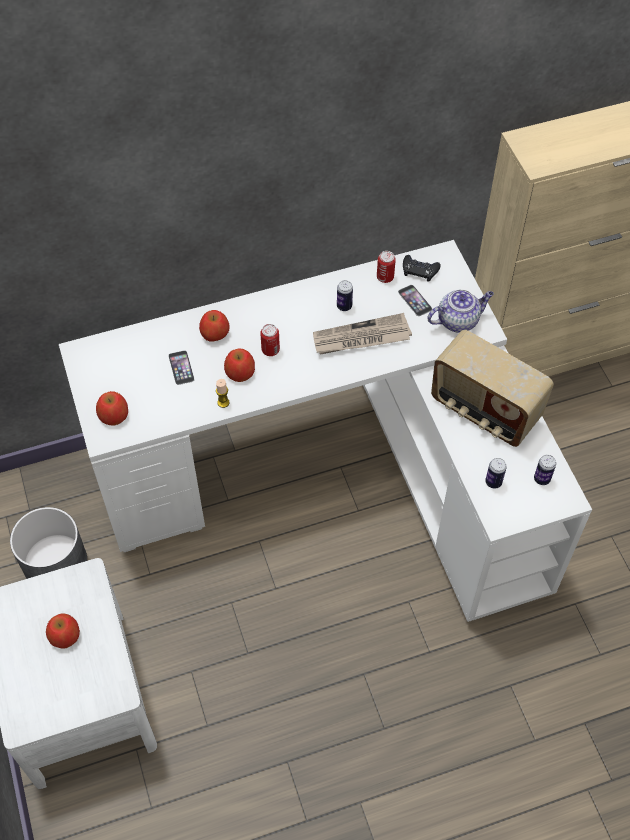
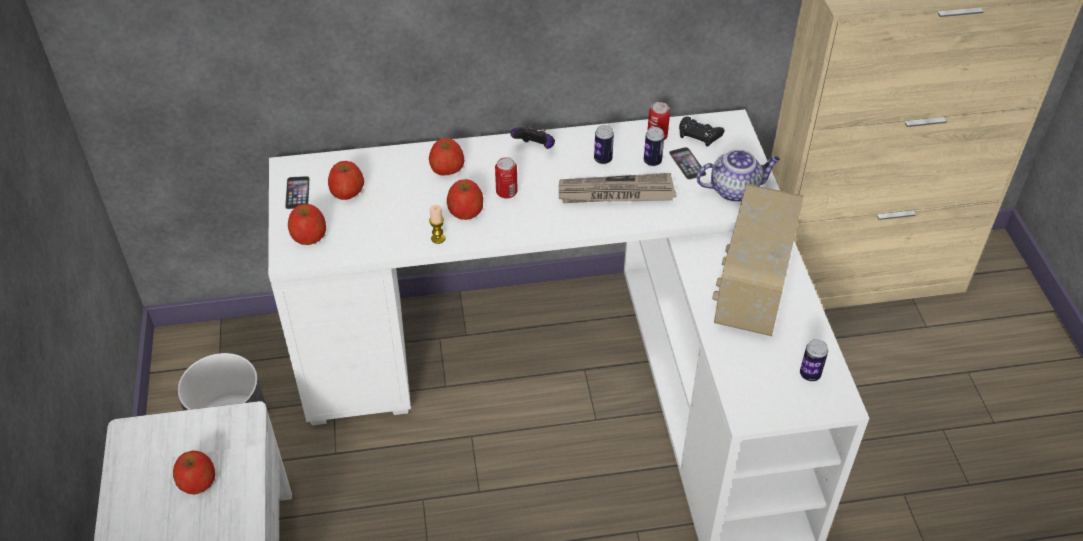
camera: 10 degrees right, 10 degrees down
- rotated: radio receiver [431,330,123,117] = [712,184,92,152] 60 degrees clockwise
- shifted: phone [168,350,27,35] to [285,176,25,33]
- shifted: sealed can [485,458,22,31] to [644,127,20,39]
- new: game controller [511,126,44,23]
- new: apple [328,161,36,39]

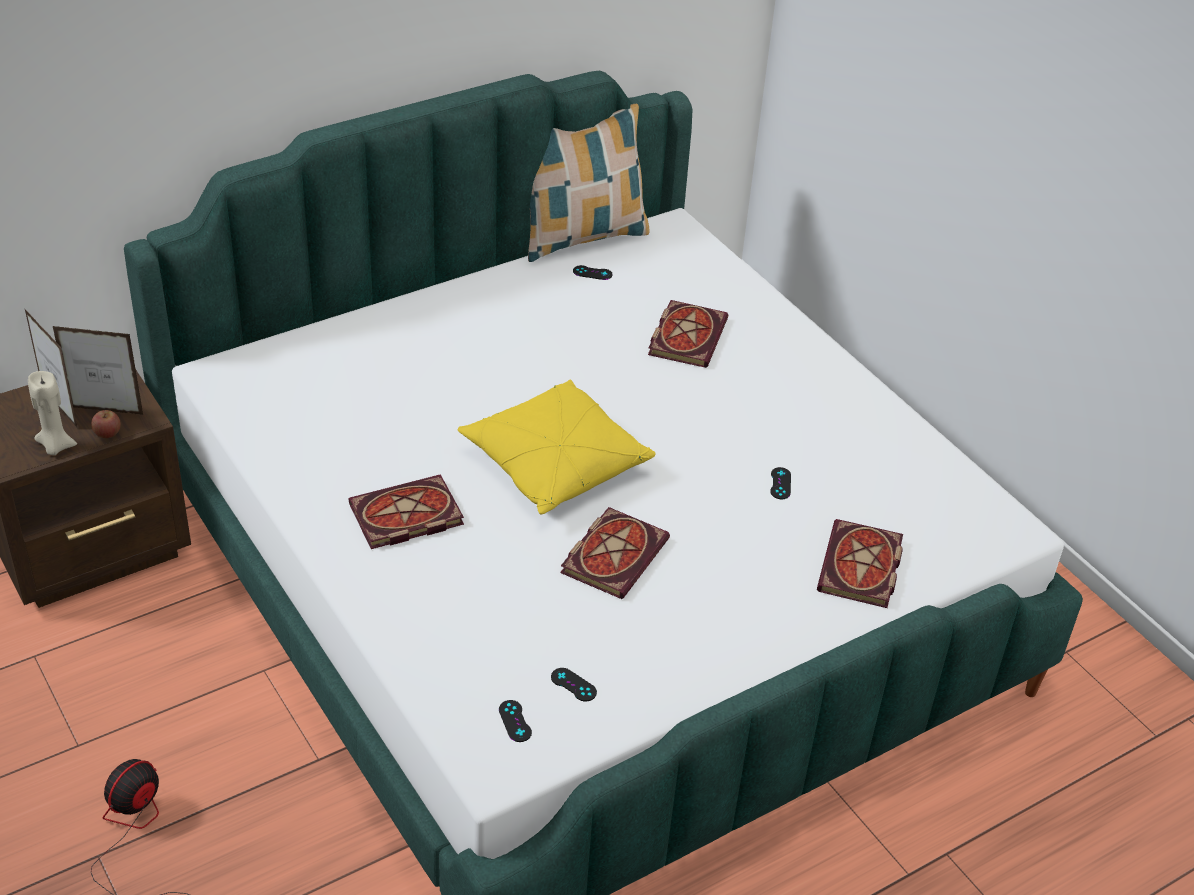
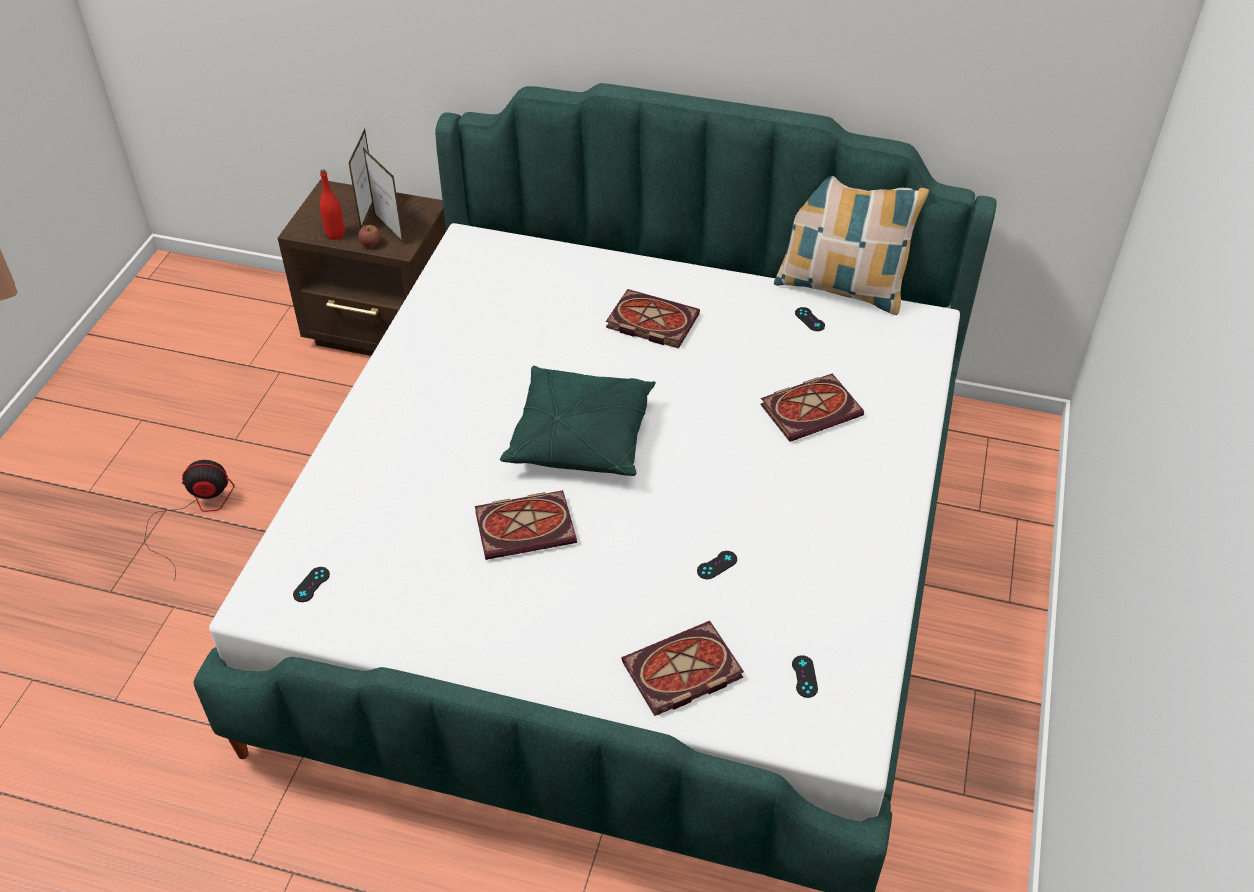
camera: 50 degrees right, 5 degrees up
- swapped: beige candle [28,371,49,84] to red-coloured drink bottle [320,169,25,71]
- repainted: yellow throw pillow [458,379,198,136] to greenish throw pillow [500,365,156,111]
- shifted: volume [349,474,115,75] to [606,289,94,59]
- shifted: black-coloured game controller [551,668,46,33] to [792,655,26,43]

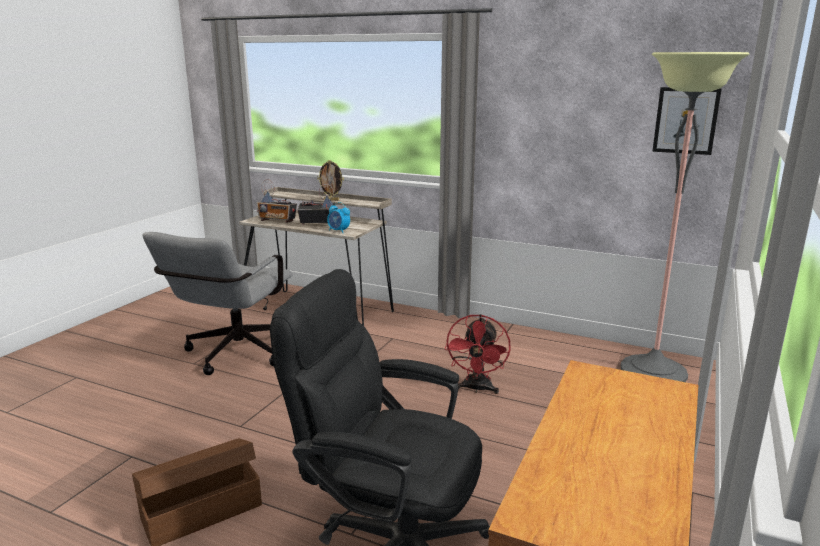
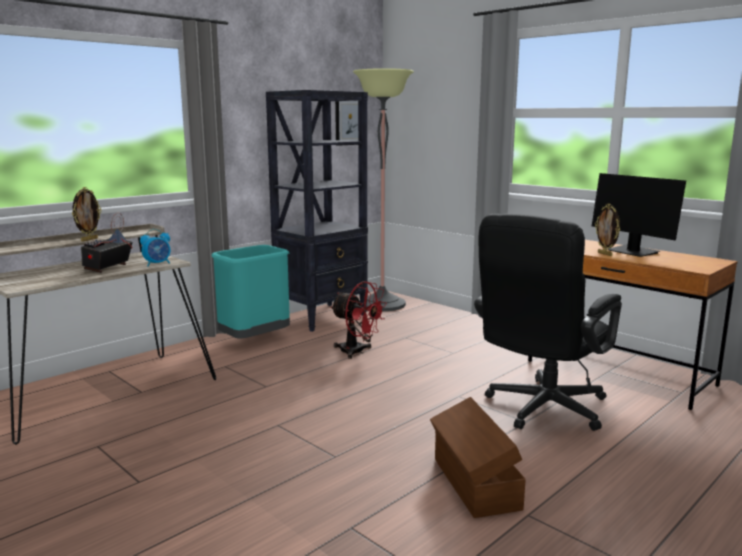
camera: 70 degrees left, 5 degrees down
- gone: radio receiver [256,179,41,44]
- gone: greyish desk chair [142,232,151,143]
- new: black-coloured shelving unit [266,90,102,242]
- new: computer screen [592,173,94,84]
- new: photo frame [595,204,25,52]
- new: blue-green rubbish bin [211,245,79,94]

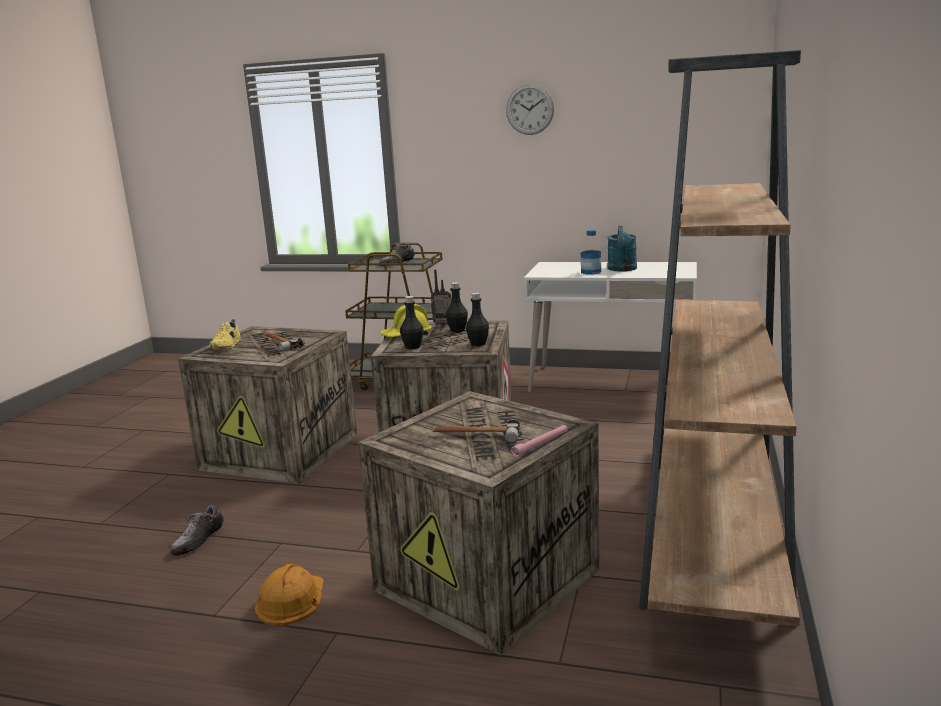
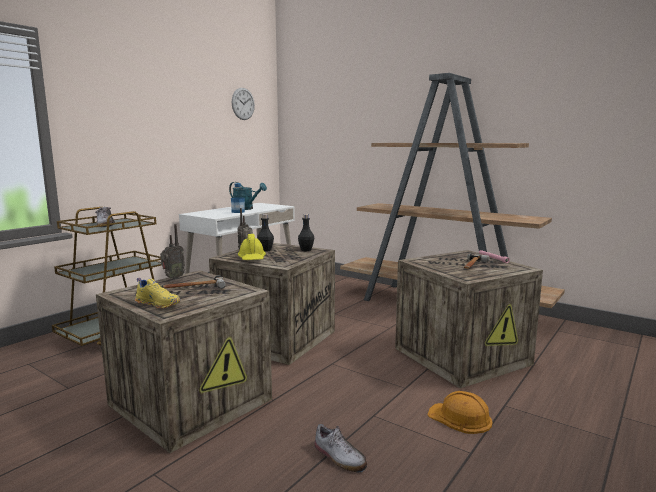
camera: 70 degrees left, 5 degrees down
- shifted: hanging clock [506,84,48,51] to [232,88,23,32]
- gone: black-coloured drink bottle [400,296,24,53]
- new: radio receiver [160,224,25,56]

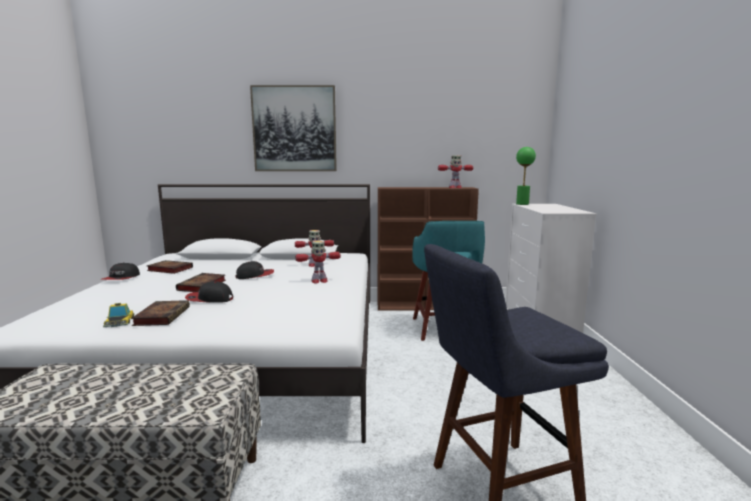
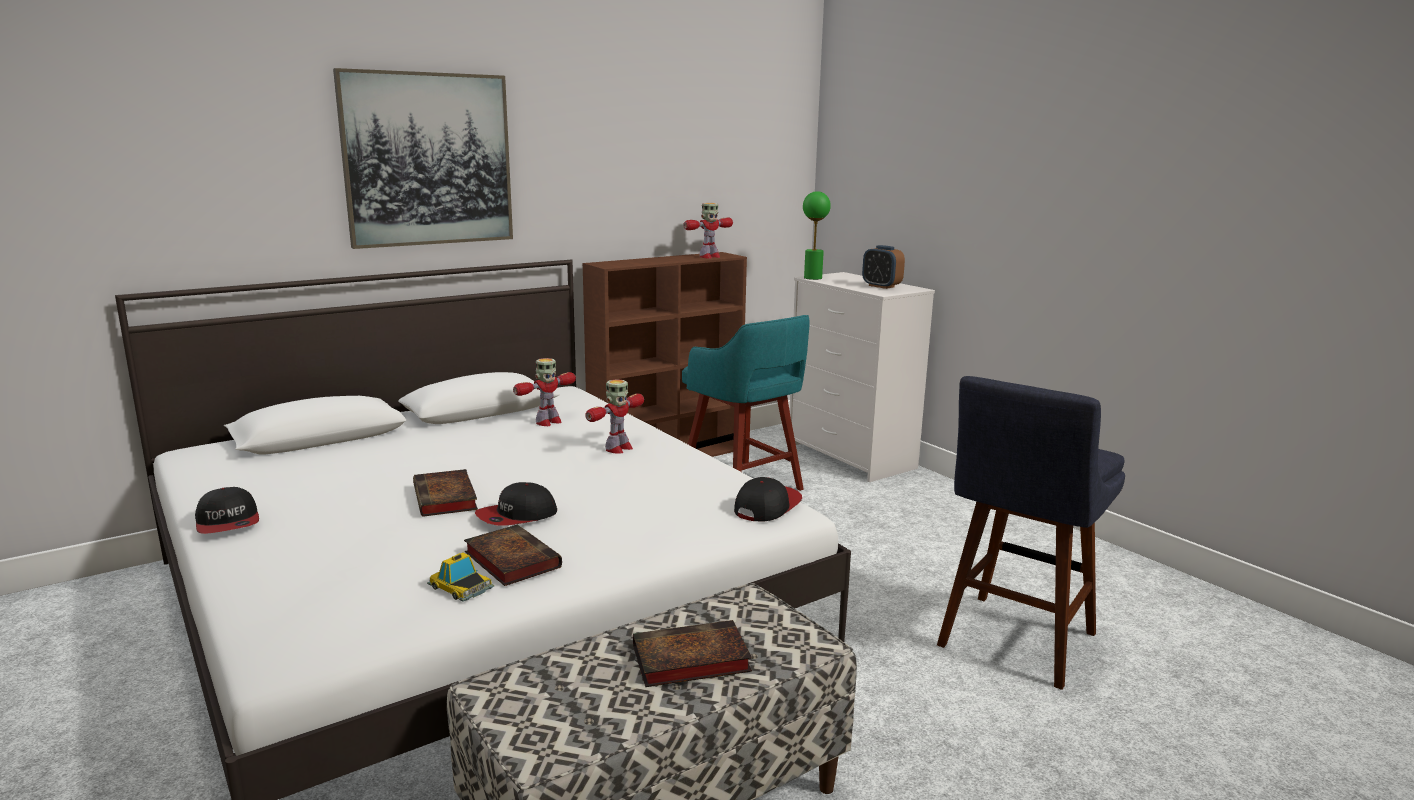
camera: 35 degrees left, 5 degrees up
- shifted: volume [147,260,46,14] to [633,620,119,67]
- shifted: baseball cap [236,261,38,18] to [734,477,68,45]
- new: bedside clock [862,245,43,44]

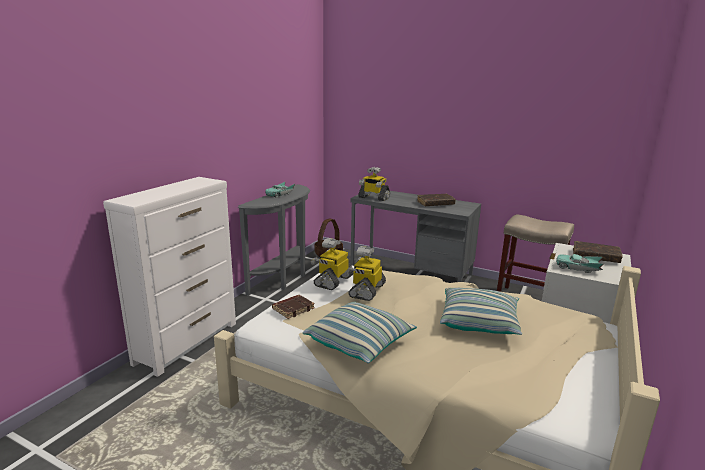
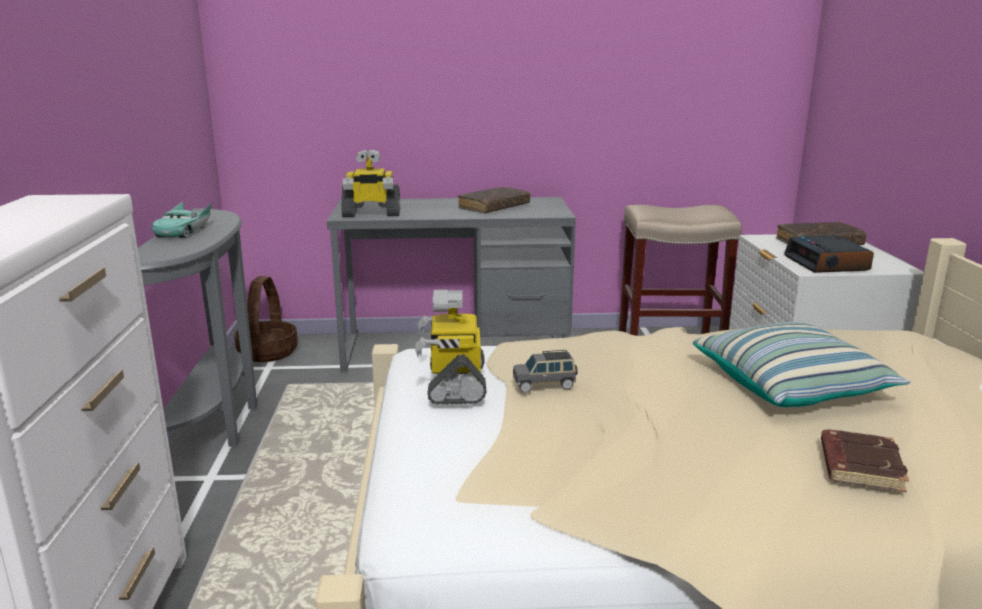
camera: 30 degrees left, 0 degrees up
- swapped: model robot [345,246,41,55] to greyish model car [513,350,65,43]
- swapped: blue-green model car [556,254,49,19] to bedside clock [784,235,90,38]
- shifted: brown volume [272,295,43,24] to [821,430,88,62]
- gone: throw pillow [303,301,114,62]

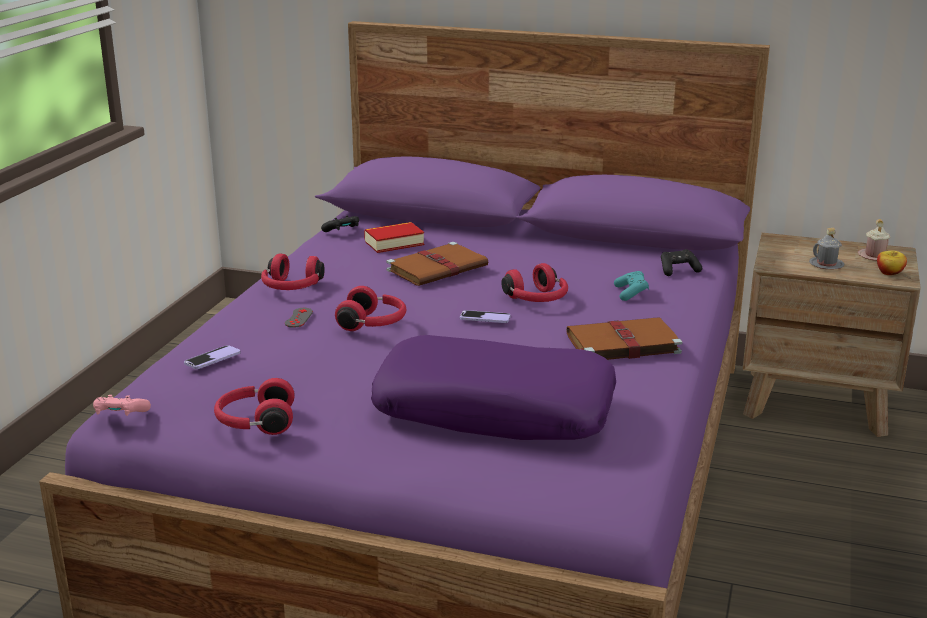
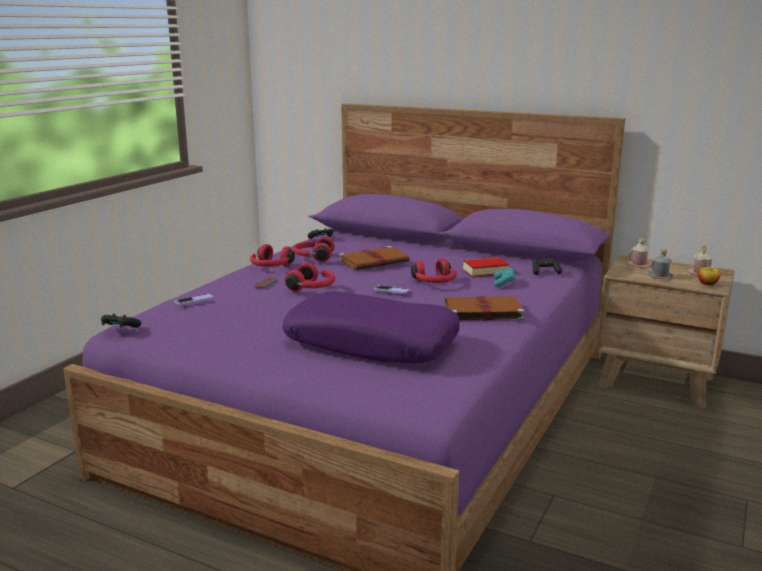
camera: 10 degrees right, 5 degrees down
- shifted: volume [364,222,60,31] to [463,257,46,21]
- shifted: red-coloured headphones [214,378,81,57] to [293,237,42,25]
- repainted: pink game controller [93,395,58,21] to black-coloured game controller [101,314,40,14]
- new: pink mug [627,238,25,29]

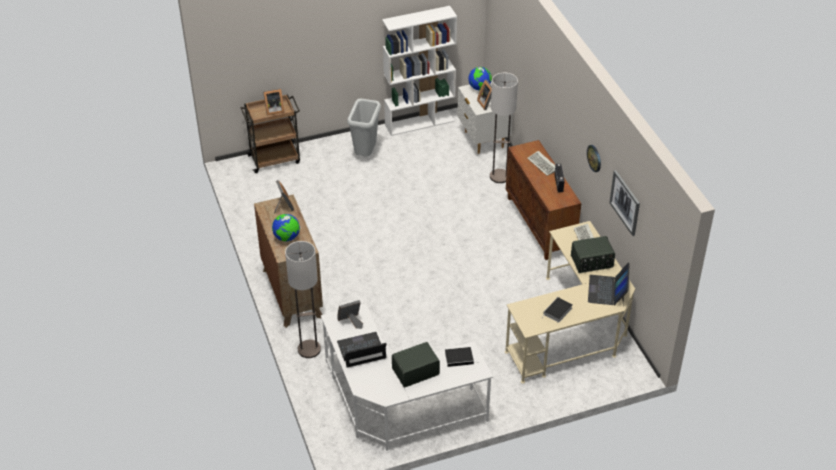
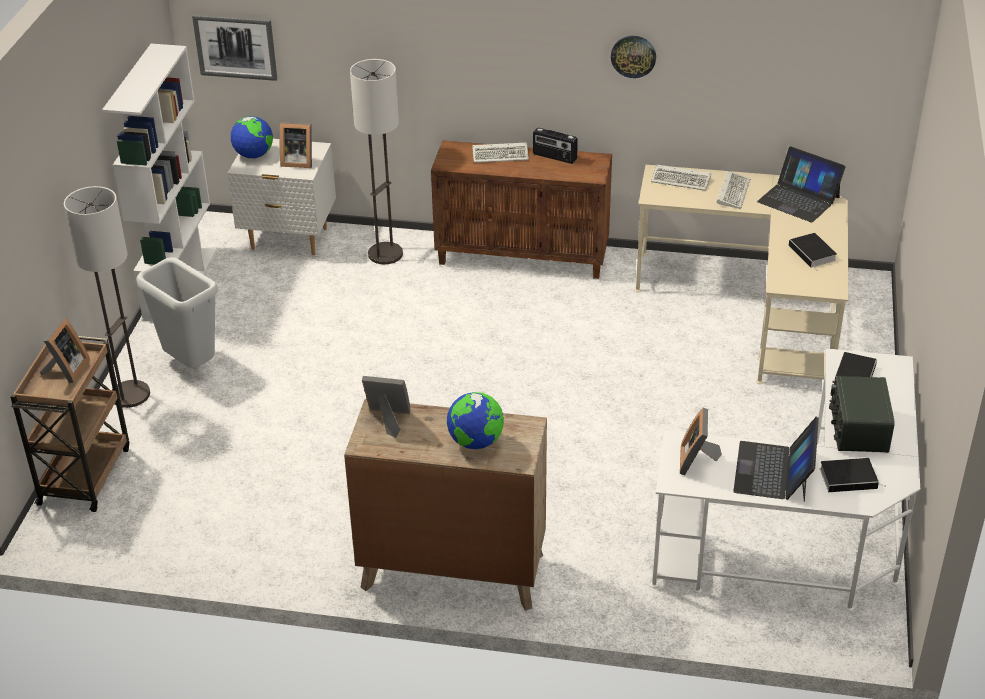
camera: 60 degrees left, 5 degrees down
- shifted: wall art [609,170,31,66] to [192,14,85,67]
- swapped: radio receiver [571,236,44,37] to computer keyboard [717,170,33,39]
- shifted: standing lamp [285,241,36,117] to [64,186,86,222]
- new: volume [820,458,66,34]

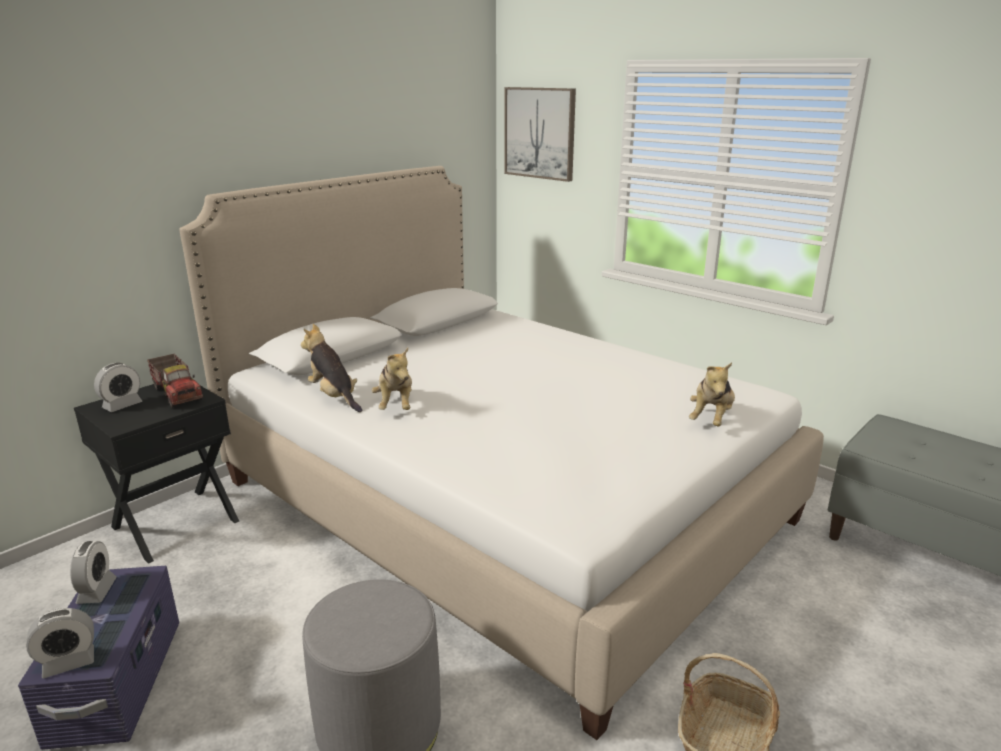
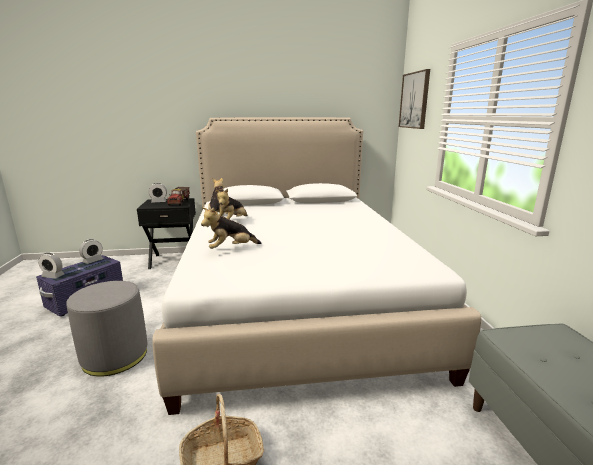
camera: 40 degrees right, 5 degrees down
- shifted: plush toy [689,362,46,64] to [201,207,60,42]

